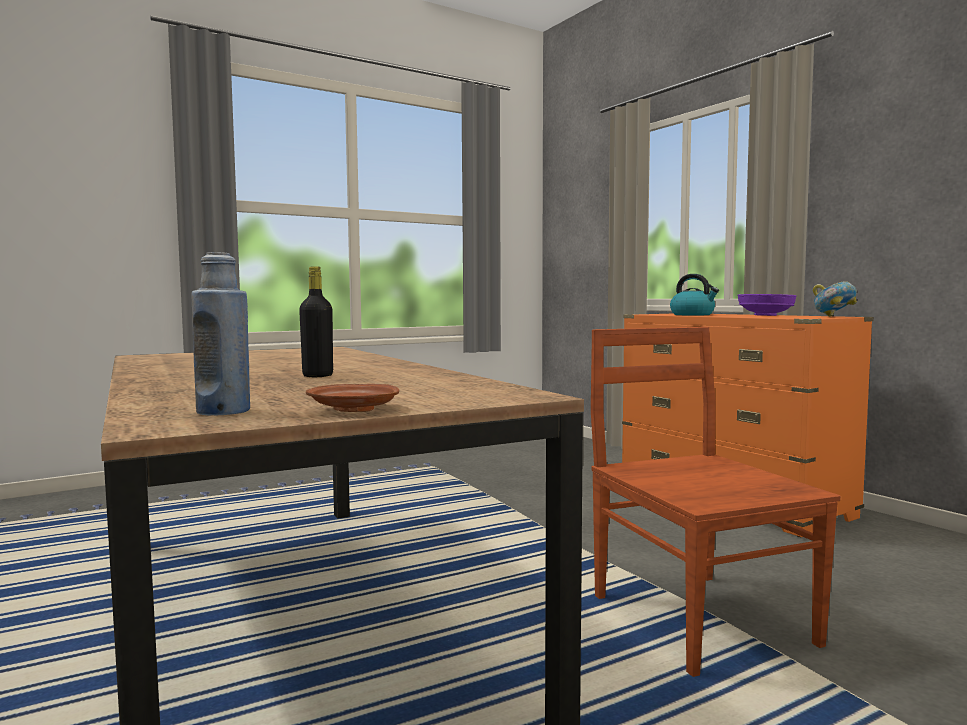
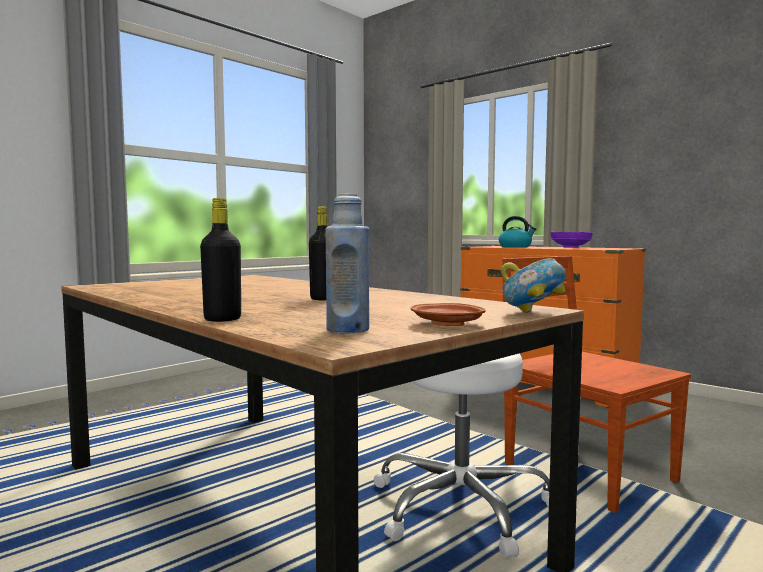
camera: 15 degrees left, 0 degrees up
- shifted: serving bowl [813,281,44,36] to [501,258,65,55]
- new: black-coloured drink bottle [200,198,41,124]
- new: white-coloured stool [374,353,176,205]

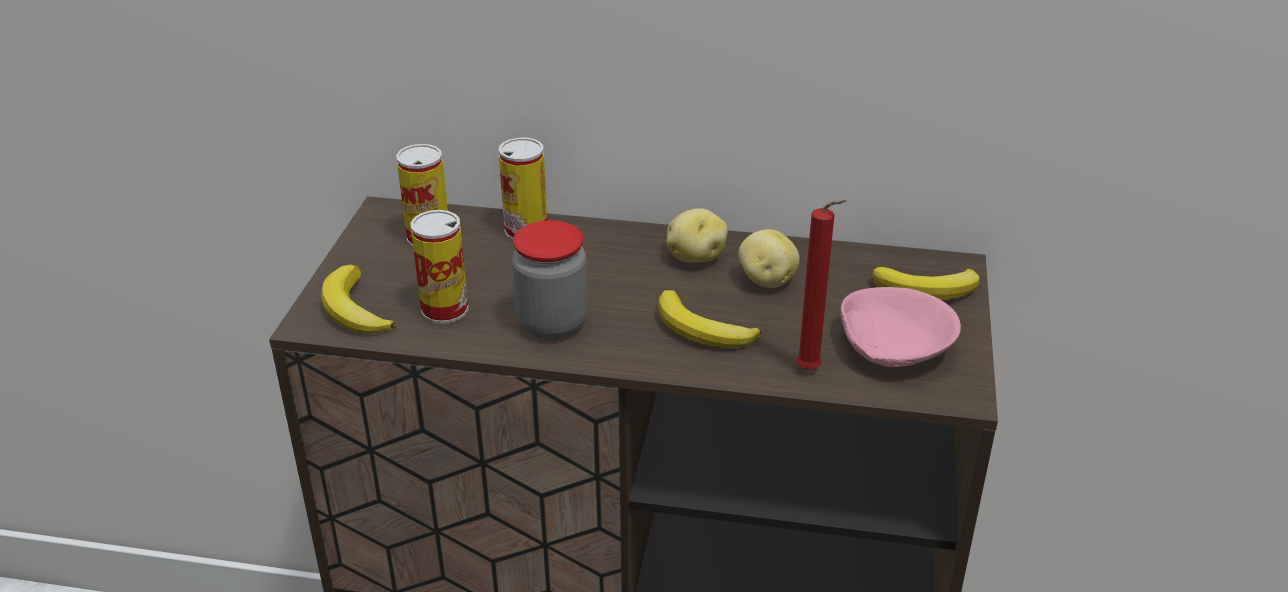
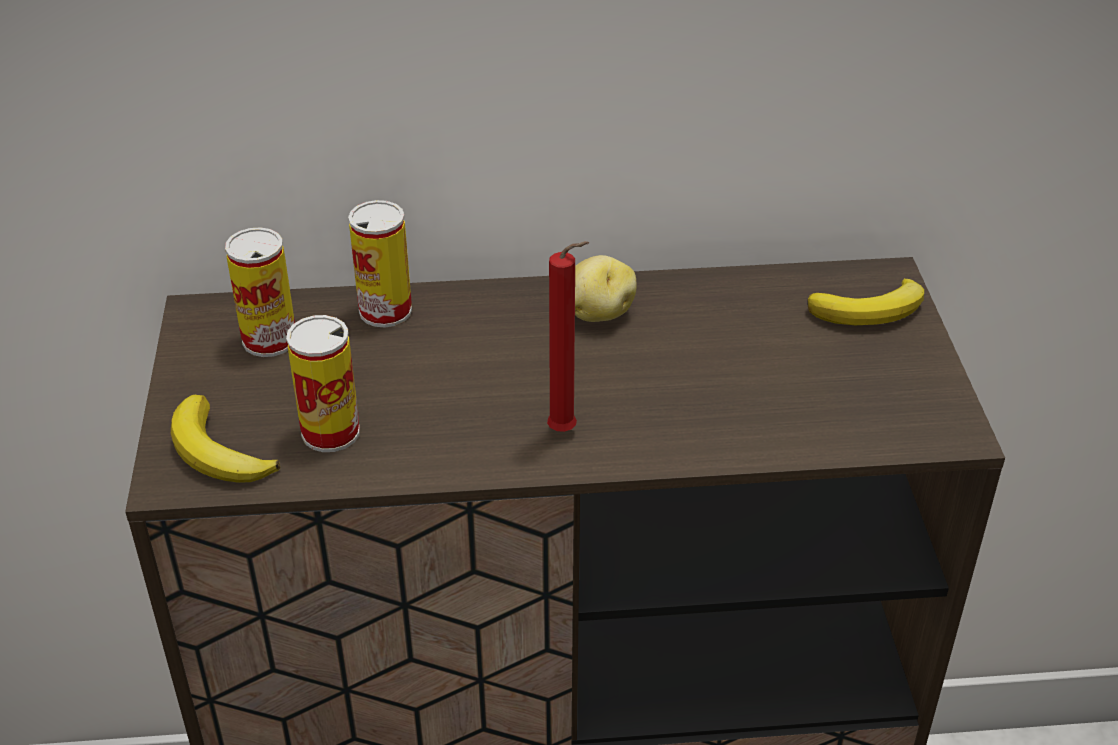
camera: 15 degrees left, 5 degrees up
- shifted: red-coloured candle [796,200,51,170] to [547,241,42,191]
- gone: storage jar [512,220,76,120]
- gone: spud [738,229,62,59]
- gone: pink serving bowl [841,287,120,80]
- gone: banana fruit [658,290,103,58]

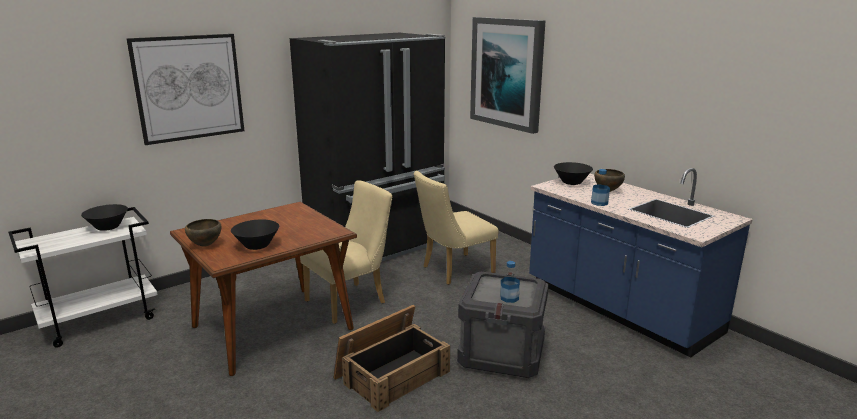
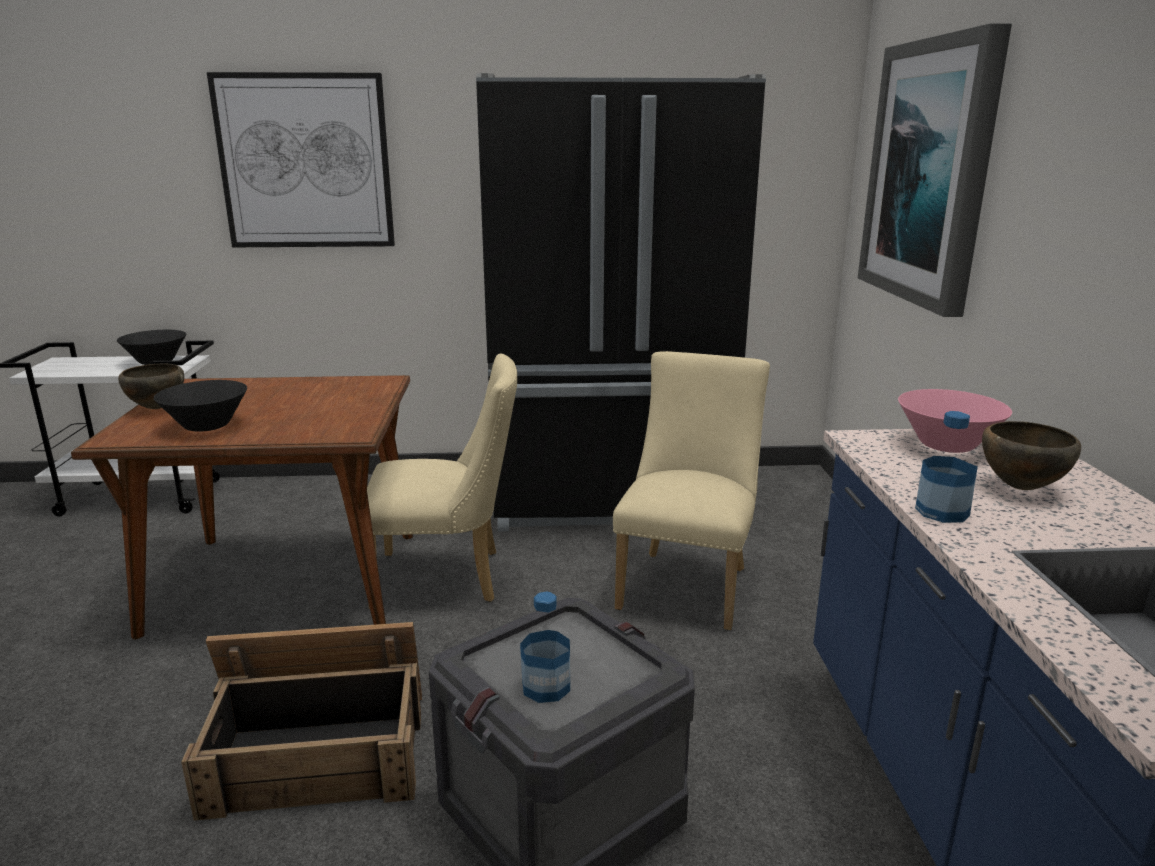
camera: 35 degrees right, 0 degrees up
- repainted: black-coloured serving bowl [554,162,39,23] to pink serving bowl [898,389,114,64]
- rotated: beige plain chair [414,171,85,114] = [613,351,157,279] 105 degrees clockwise

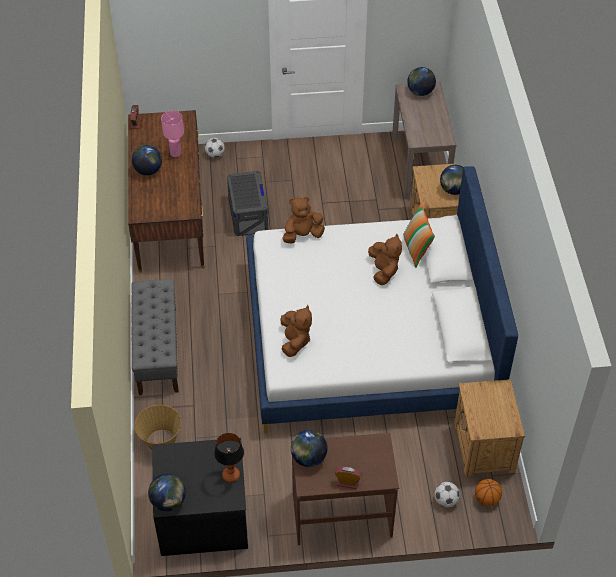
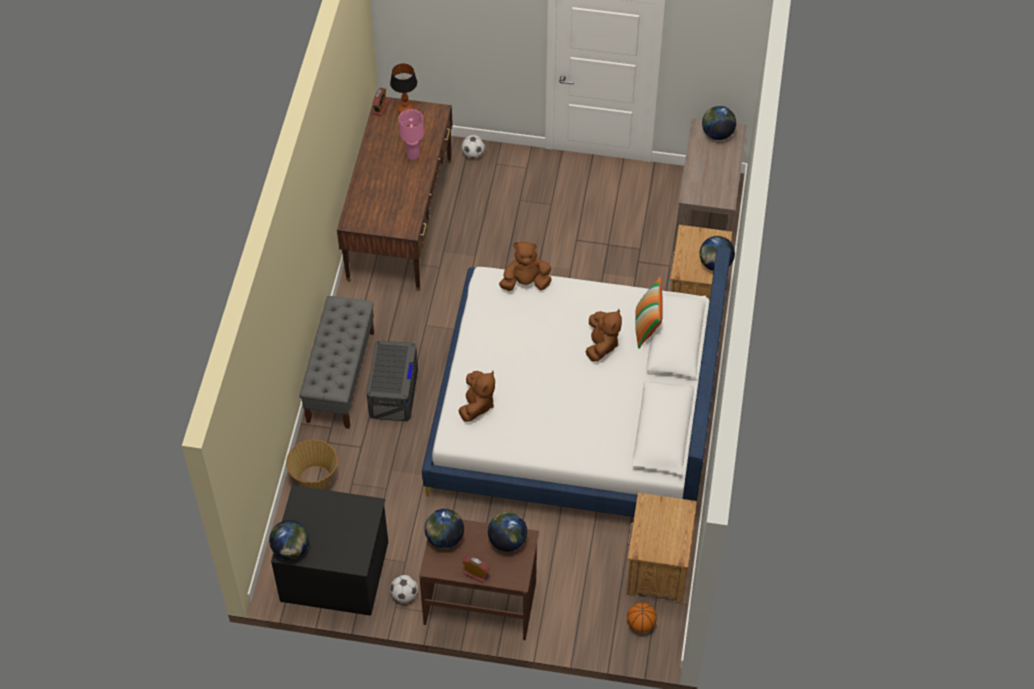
camera: 15 degrees right, 5 degrees up
- shifted: world globe [132,145,30,30] to [488,512,39,40]
- shifted: greyish storage bin [227,171,41,65] to [367,340,51,82]
- shifted: lamp for a table [214,433,30,50] to [390,63,27,51]
- shifted: football ball [434,482,26,25] to [390,575,28,28]

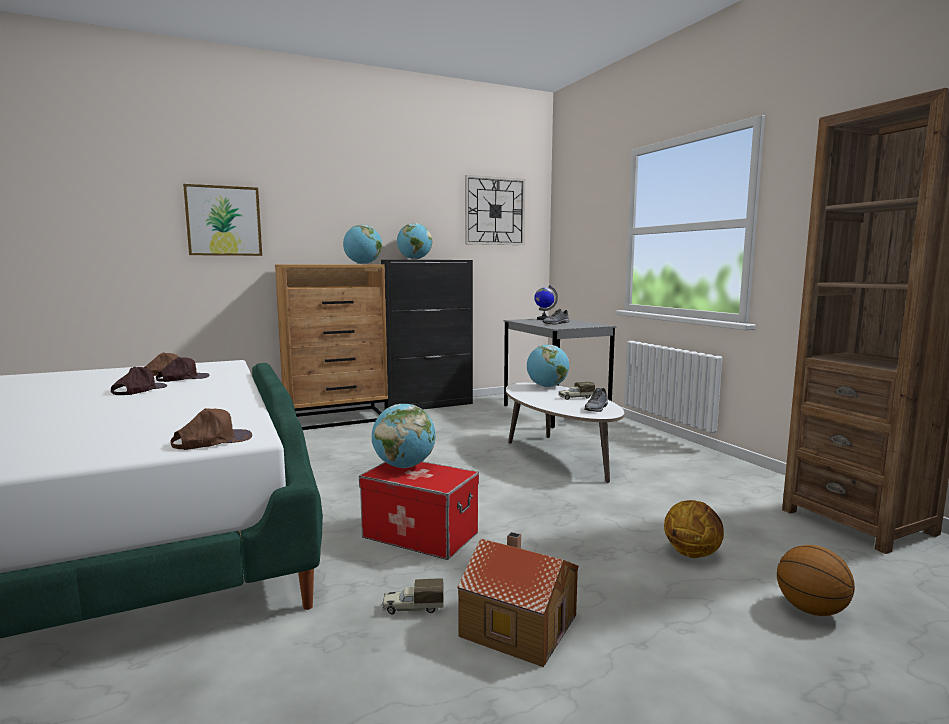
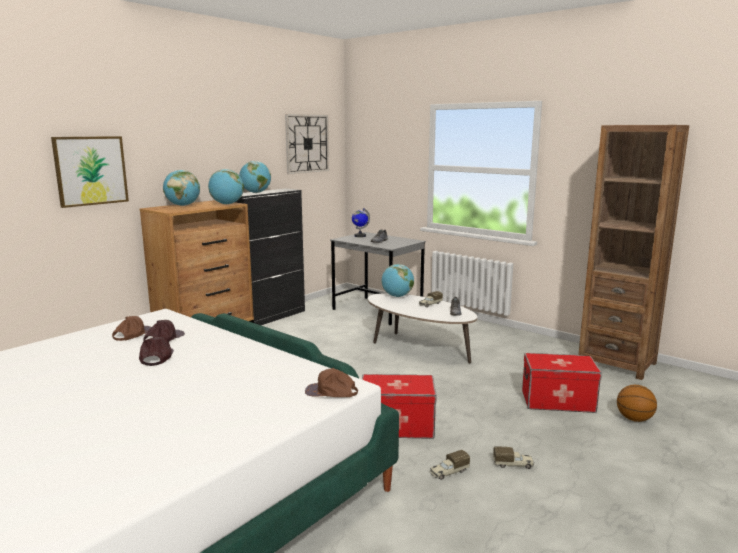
camera: 25 degrees left, 5 degrees up
- shifted: world globe [372,404,64,64] to [163,170,37,36]
- rotated: brown baseball cap [170,408,82,42] = [305,368,53,29] 105 degrees counterclockwise
- swapped: ball for basketball [664,500,60,58] to storage bin [522,353,80,60]
- swapped: model house [457,532,122,135] to model truck [493,446,41,23]

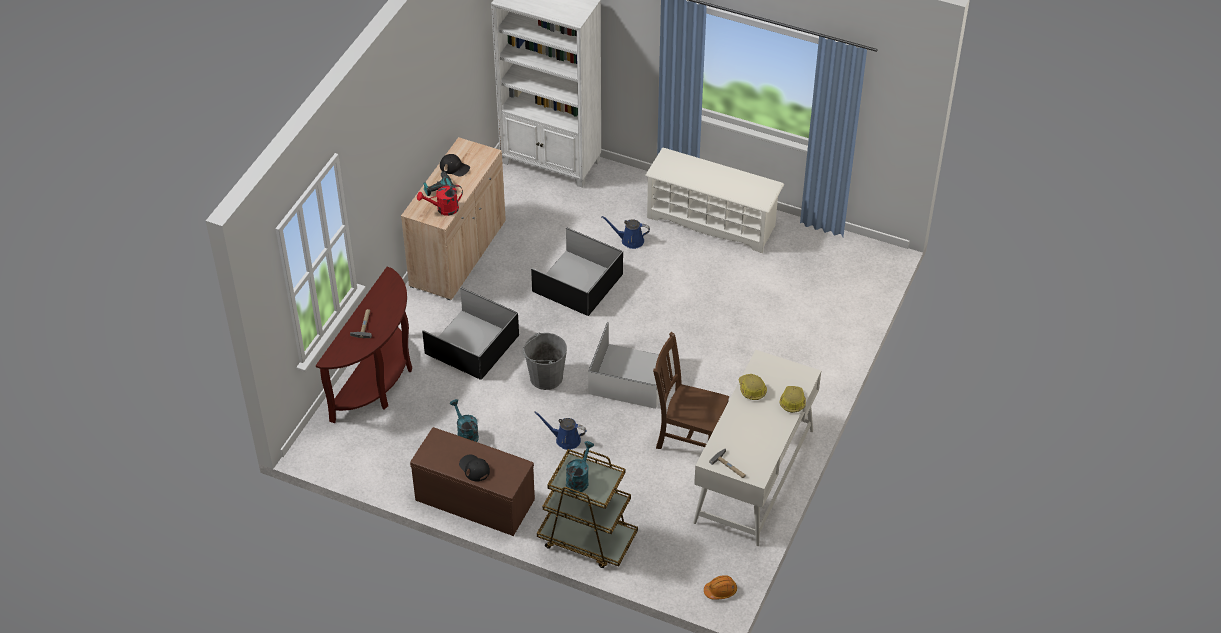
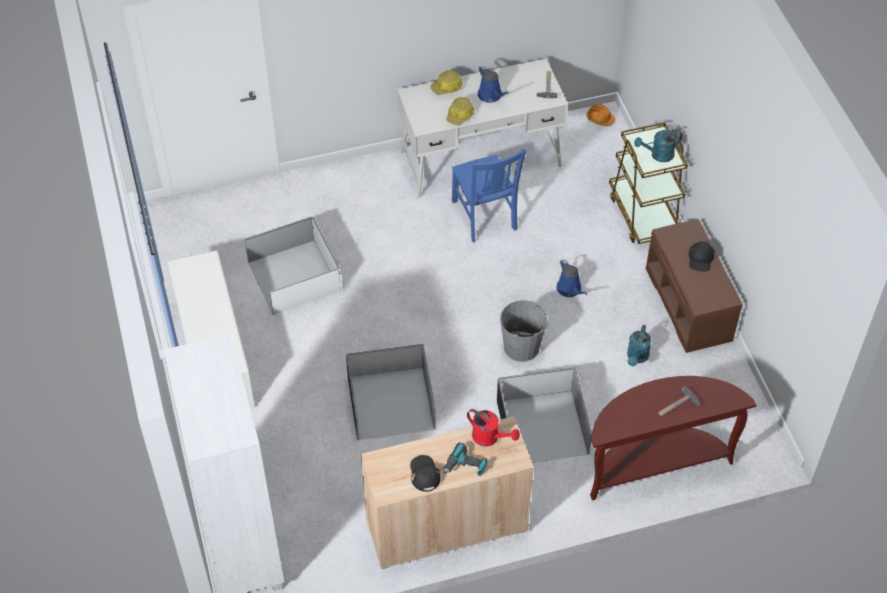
camera: 130 degrees left, 5 degrees up
- shifted: blue-coloured watering pot [601,216,49,33] to [478,65,31,38]
- shifted: white-coloured storage bin [588,322,85,87] to [245,217,97,98]
- repainted: brown plain chair [653,332,76,117] to blue-coloured plain chair [452,149,74,93]

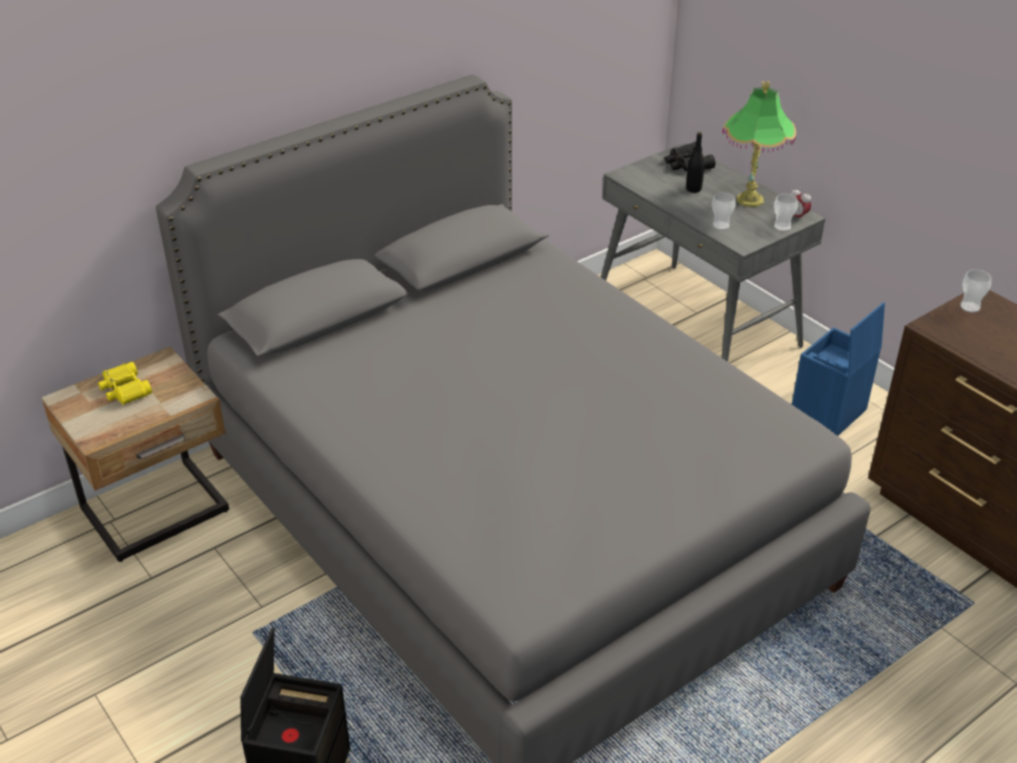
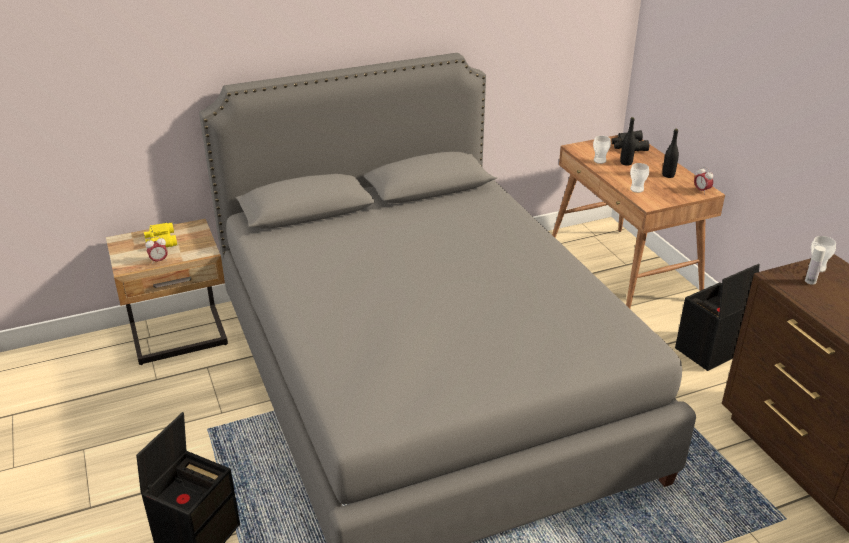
camera: 15 degrees right, 5 degrees down
- swapped: lamp for a table [722,81,74,126] to black-coloured drink bottle [662,129,17,49]
- repainted: greyish desk table [601,143,224,219] to brown desk table [552,135,173,173]
- shifted: cup [774,194,24,38] to [593,136,18,28]
- repainted: blue-coloured storage bin [792,302,93,134] to black-coloured storage bin [675,264,85,107]
- new: bedside clock [146,236,22,26]
- new: white-coloured drink bottle [805,246,21,39]

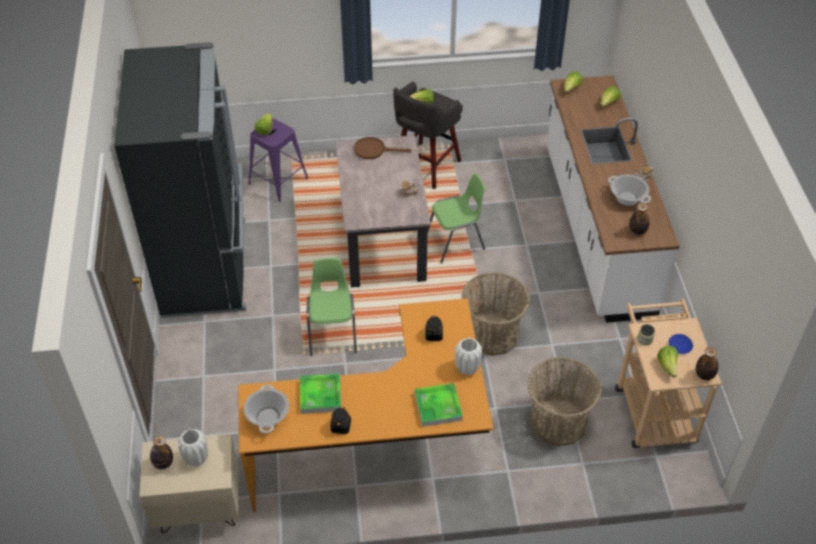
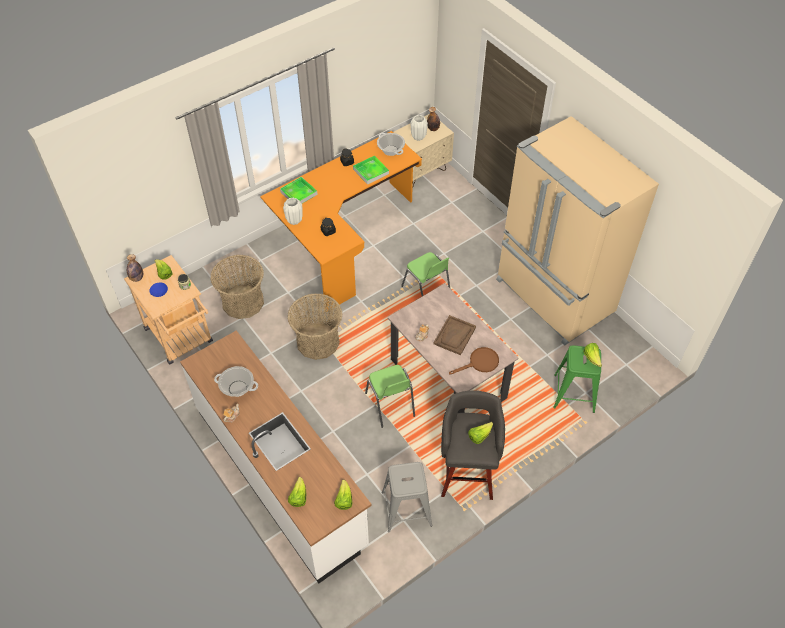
camera: 150 degrees right, 5 degrees up
- repainted: black-coloured fridge [114,42,132,276] to beige fridge [496,116,163,229]
- repainted: purple-coloured stool [248,118,60,84] to greenish stool [553,345,48,68]
- rotated: greenish plain chair [428,173,58,90] = [365,365,50,63] 60 degrees counterclockwise
- gone: drink bottle [629,202,21,33]
- new: brown tray [433,315,43,40]
- new: greyish stool [382,462,50,71]

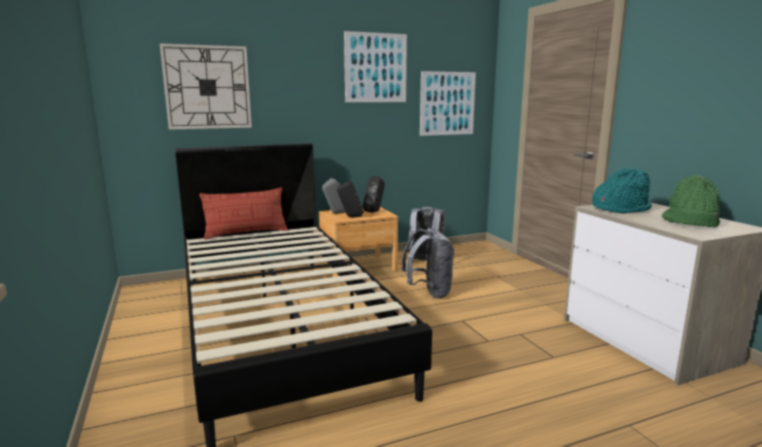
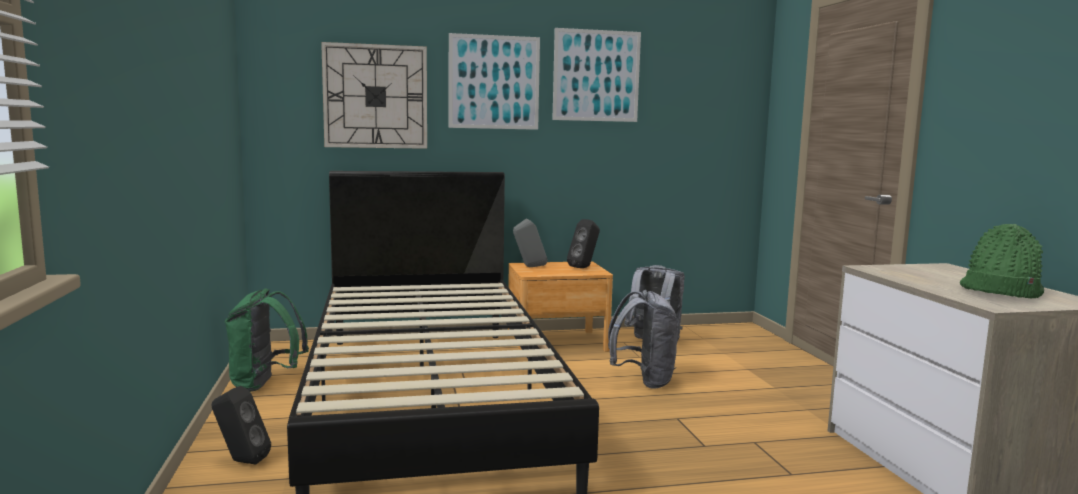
camera: 10 degrees right, 5 degrees down
- shifted: wall art [420,71,56,65] to [449,33,91,97]
- gone: blue-green wearable hat [592,168,60,46]
- shifted: black-coloured loudspeaker [337,180,27,37] to [212,386,59,78]
- gone: throw pillow [200,187,88,53]
- new: greenish rucksack [225,288,84,104]

